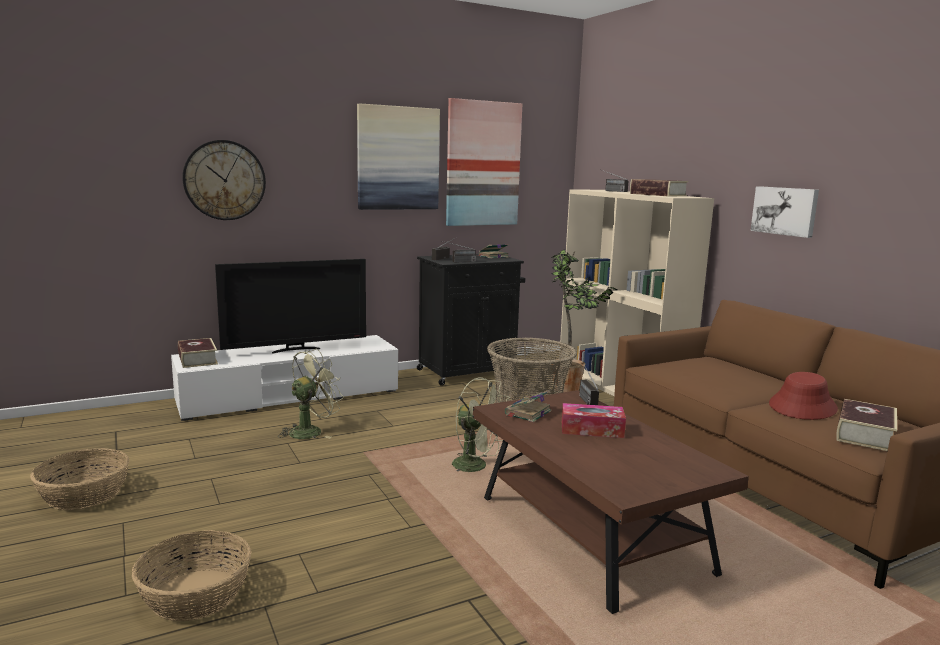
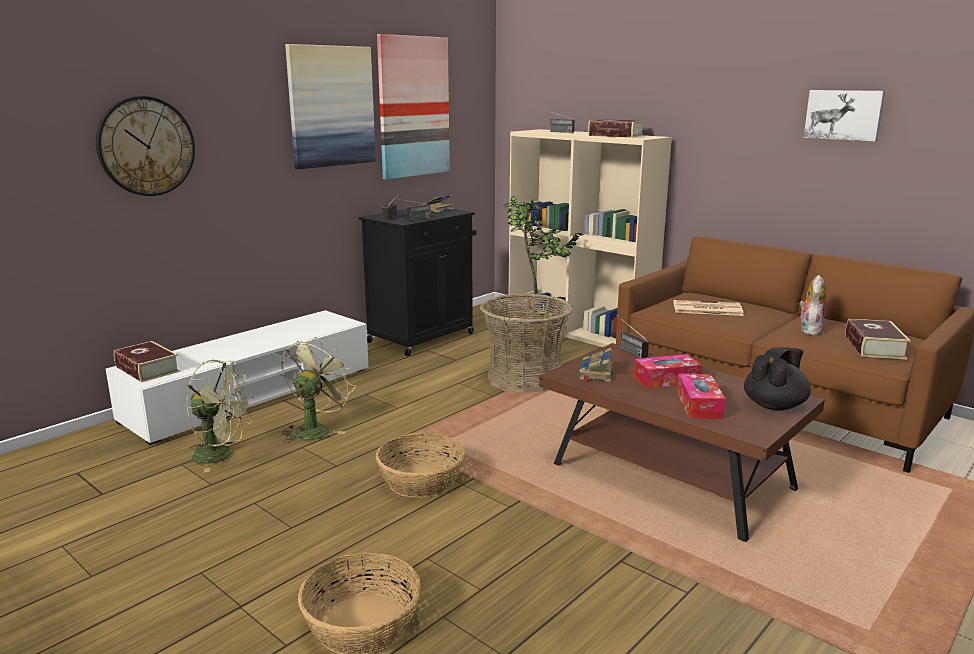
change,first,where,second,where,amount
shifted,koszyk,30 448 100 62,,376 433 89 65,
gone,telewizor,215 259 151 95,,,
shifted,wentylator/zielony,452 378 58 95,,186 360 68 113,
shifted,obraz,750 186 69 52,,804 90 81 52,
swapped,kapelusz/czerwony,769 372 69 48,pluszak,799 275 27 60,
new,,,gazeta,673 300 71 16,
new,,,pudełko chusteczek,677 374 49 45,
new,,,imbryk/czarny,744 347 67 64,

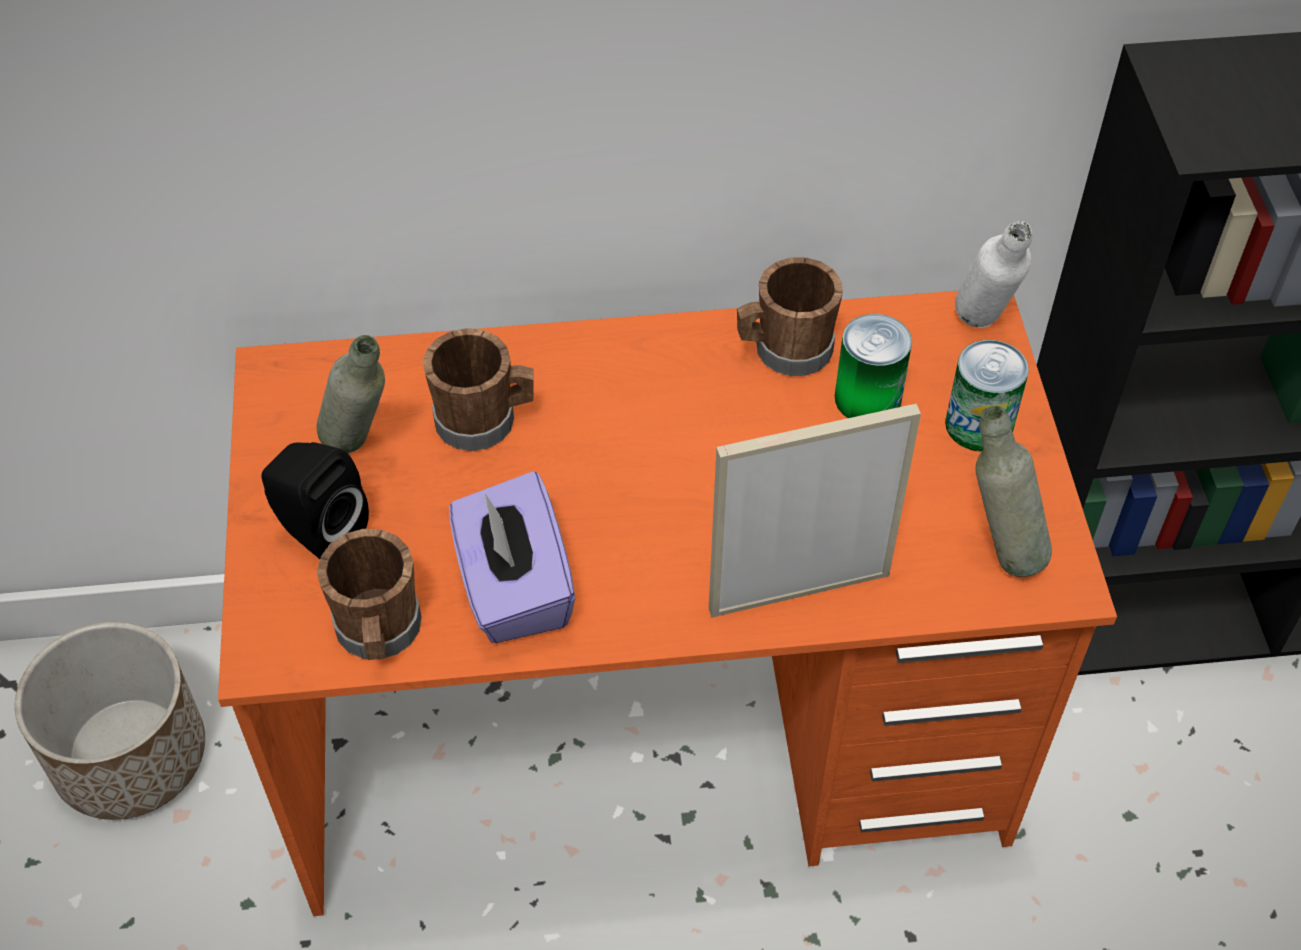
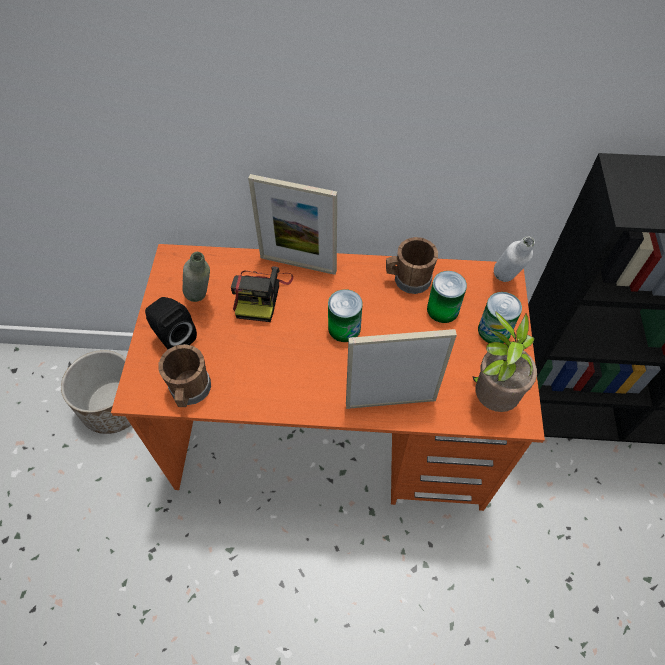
change,first,where,second,where,amount
swapped,kubek/brązowy,423 328 111 123,aparat fotograficzny,231 266 62 56,
gone,pudełko chusteczek/fioletowy,449 471 126 172,,,
swapped,butelka/szary,975 406 77 171,roślina doniczkowa,472 312 65 100,
new,,,ramka na zdjęcie,248 174 89 101,
new,,,puszka,328 289 34 53,

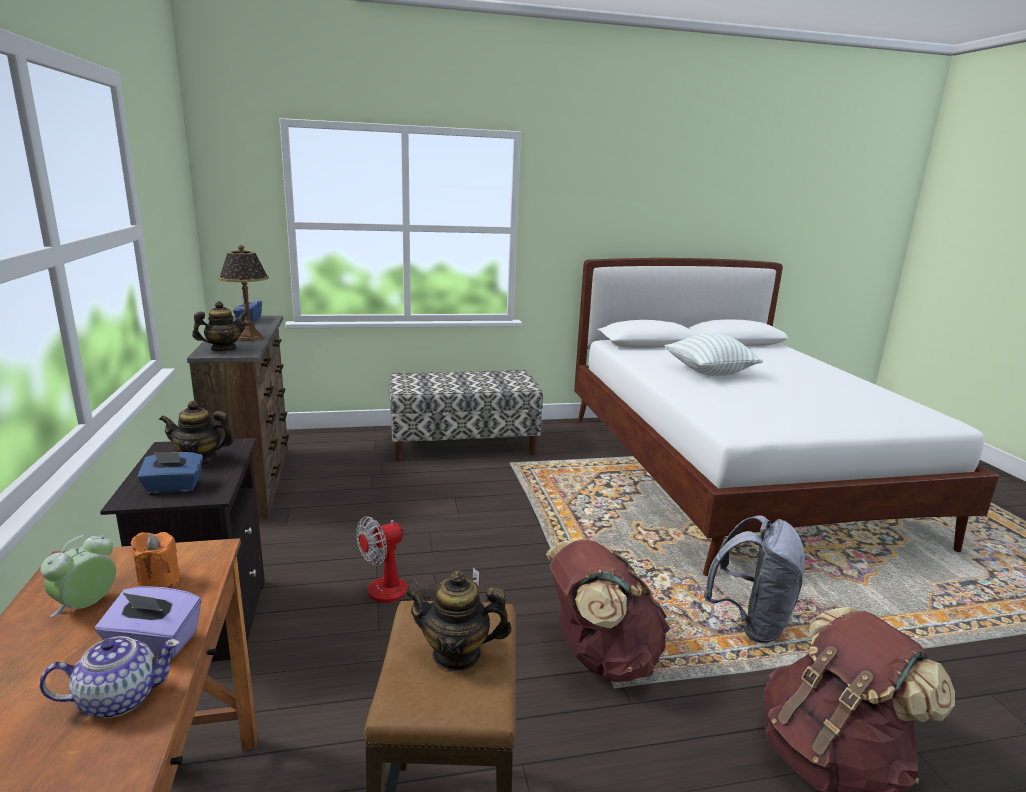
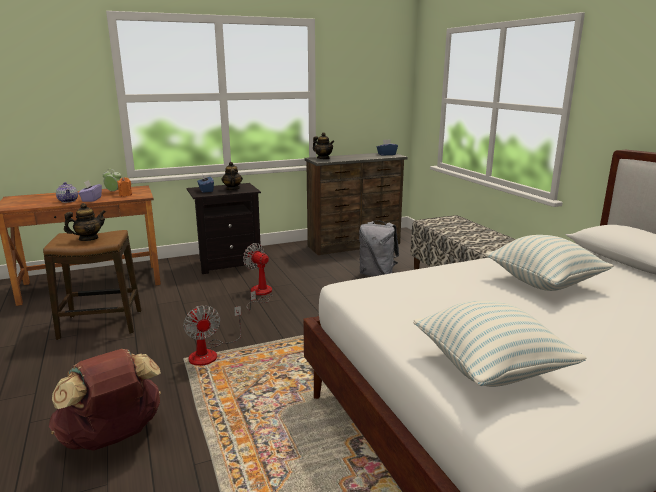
change,first,where,second,where,amount
gone,lampa stołowa,218 245 51 96,,,
rotated,imbryk,405 571 107 100,,64 203 42 38,60 degrees clockwise
swapped,plecak/brązowy,546 540 124 142,wentylator,183 306 58 60,
shifted,plecak/szary,704 515 103 128,,359 220 40 56,
new,,,poduszka,413 300 174 87,

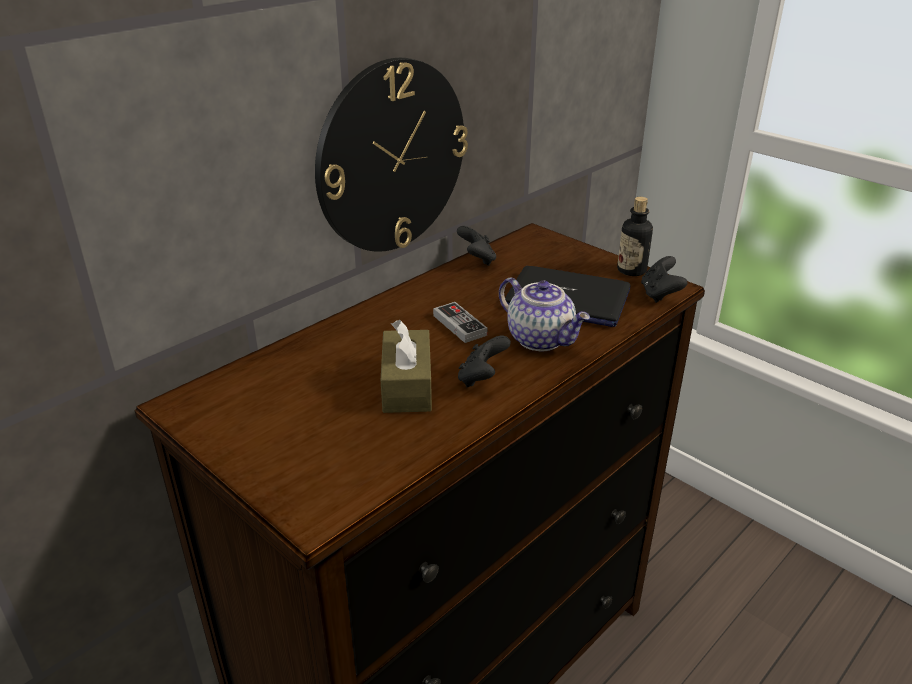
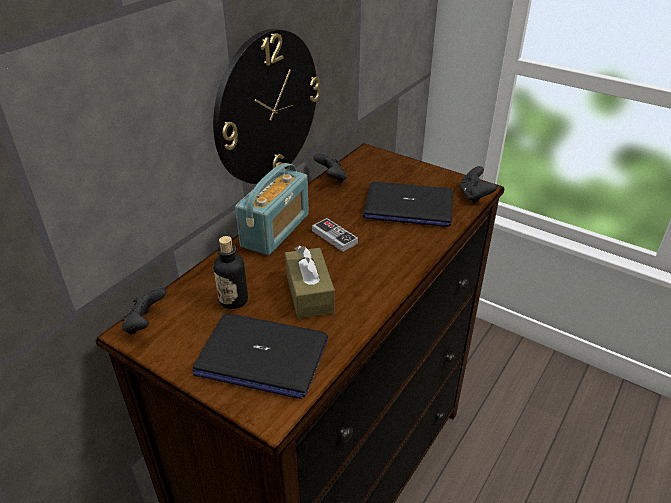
change,first,where,second,where,amount
shifted,pad do gier/czarny,458 336 53 51,,121 286 46 49,
gone,imbryk,499 277 91 74,,,
shifted,butelka,617 197 36 79,,213 236 35 73,
new,,,laptop,192 313 136 86,
new,,,radio,235 163 74 92,

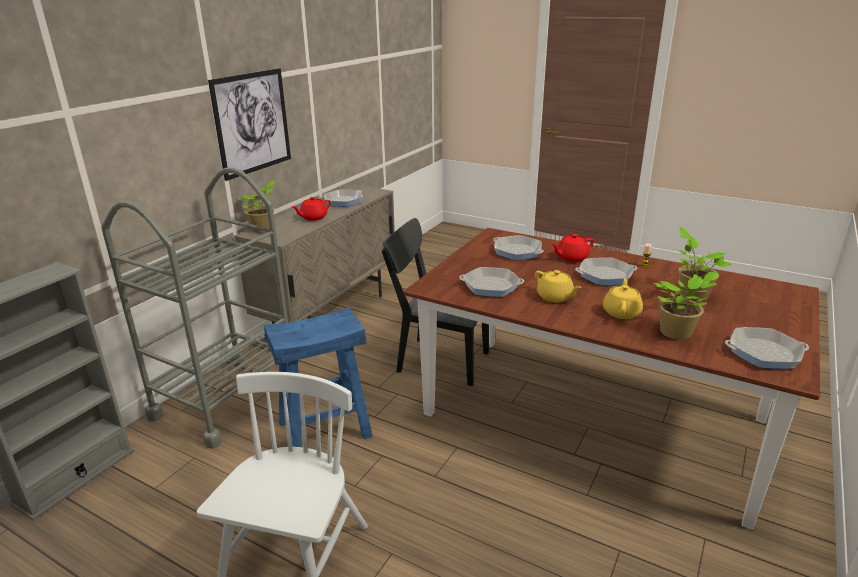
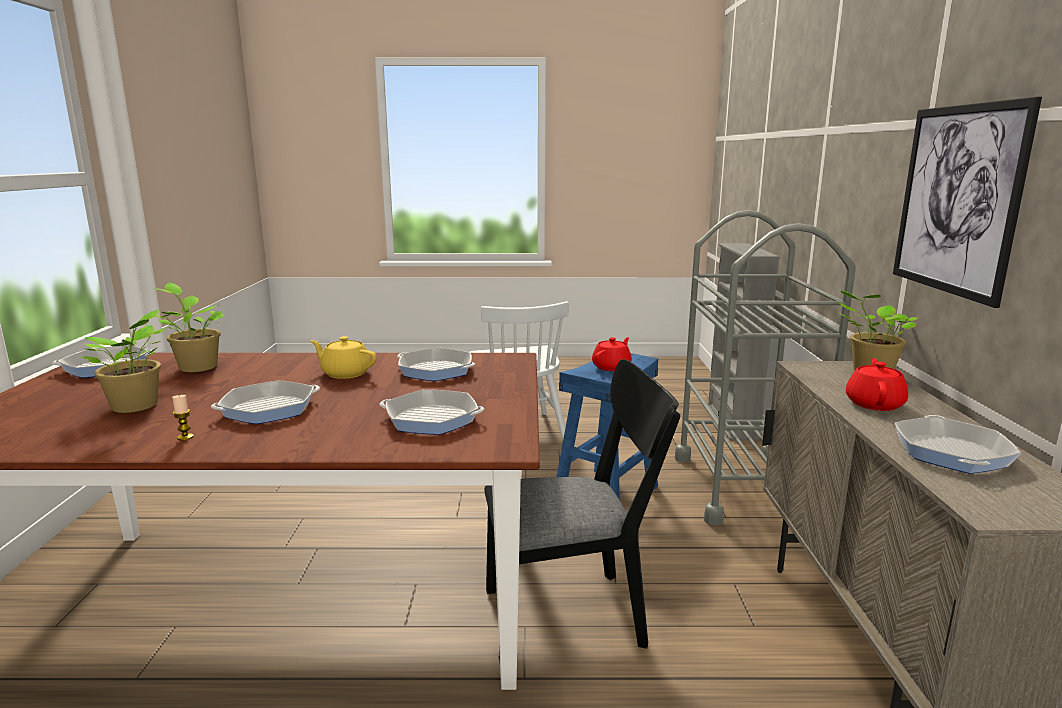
change,first,where,second,where,amount
rotated,patelnia,459 267 65 30,,397 348 78 33,45 degrees clockwise
shifted,imbryk/czerwony,551 234 43 28,,592 337 40 34,
gone,imbryk/żółty,603 278 40 41,,,

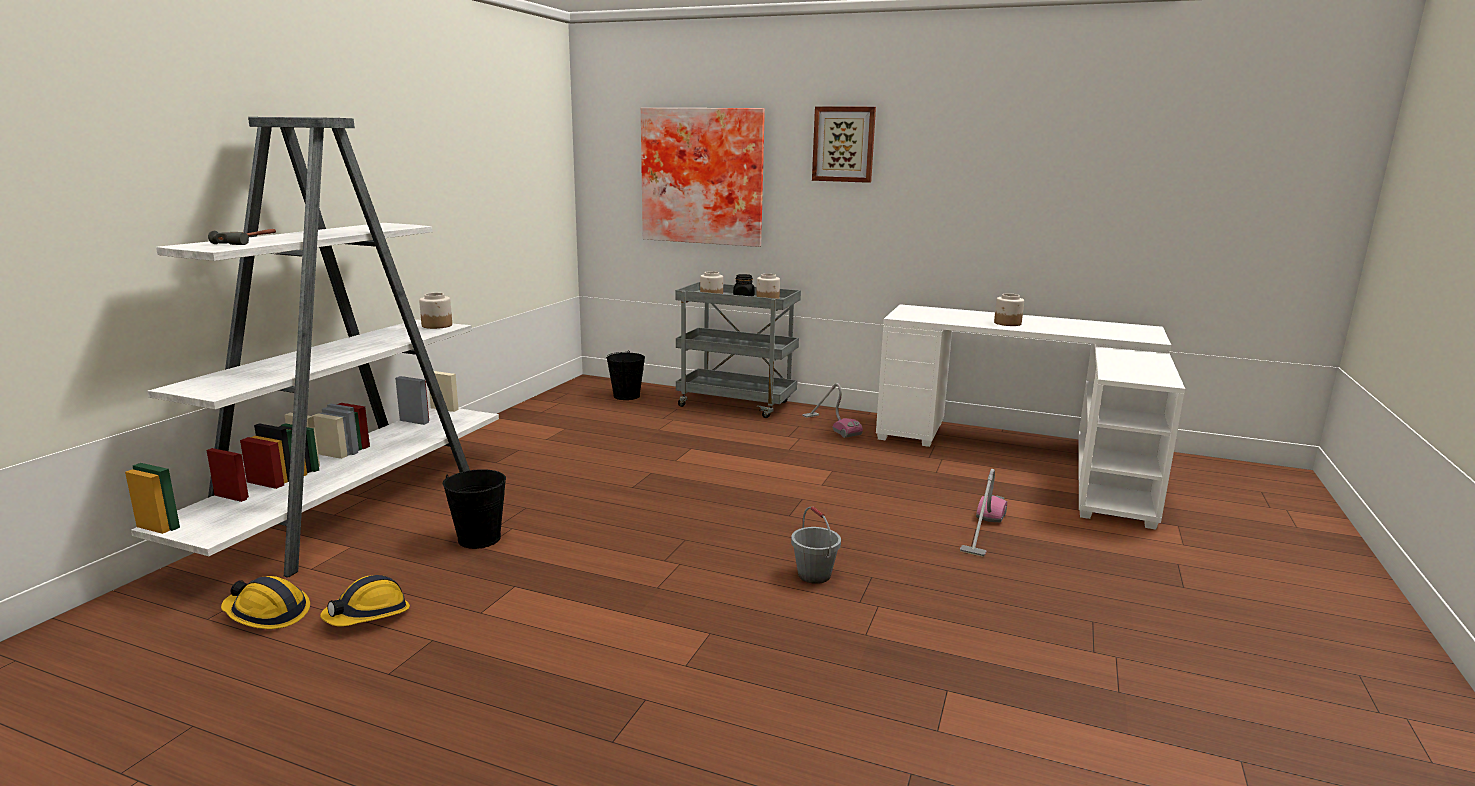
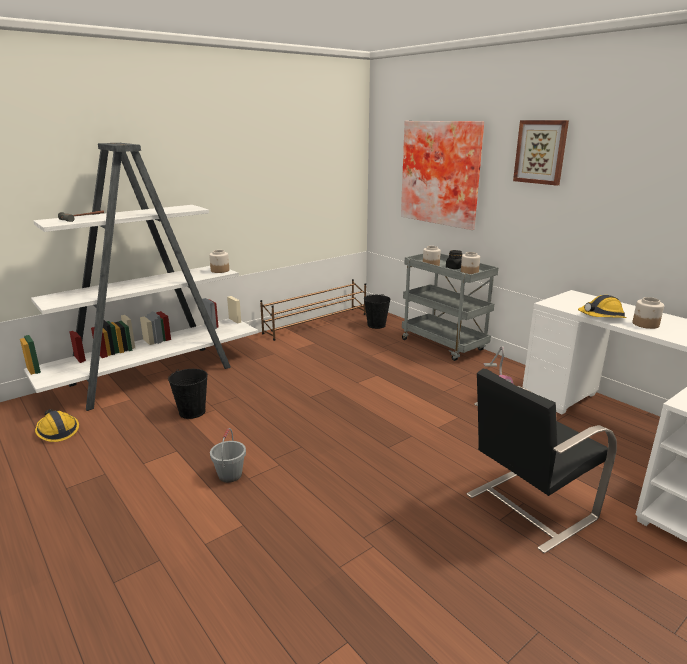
change,first,where,second,where,amount
shifted,kask,320 575 90 52,,578 295 49 23,
shifted,wiadro/szary,791 506 50 78,,210 428 36 55,
swapped,odkurzacz,960 469 47 88,krzesło/czarny,467 369 150 184,
new,,,regał na buty/brązowy,260 279 106 62,

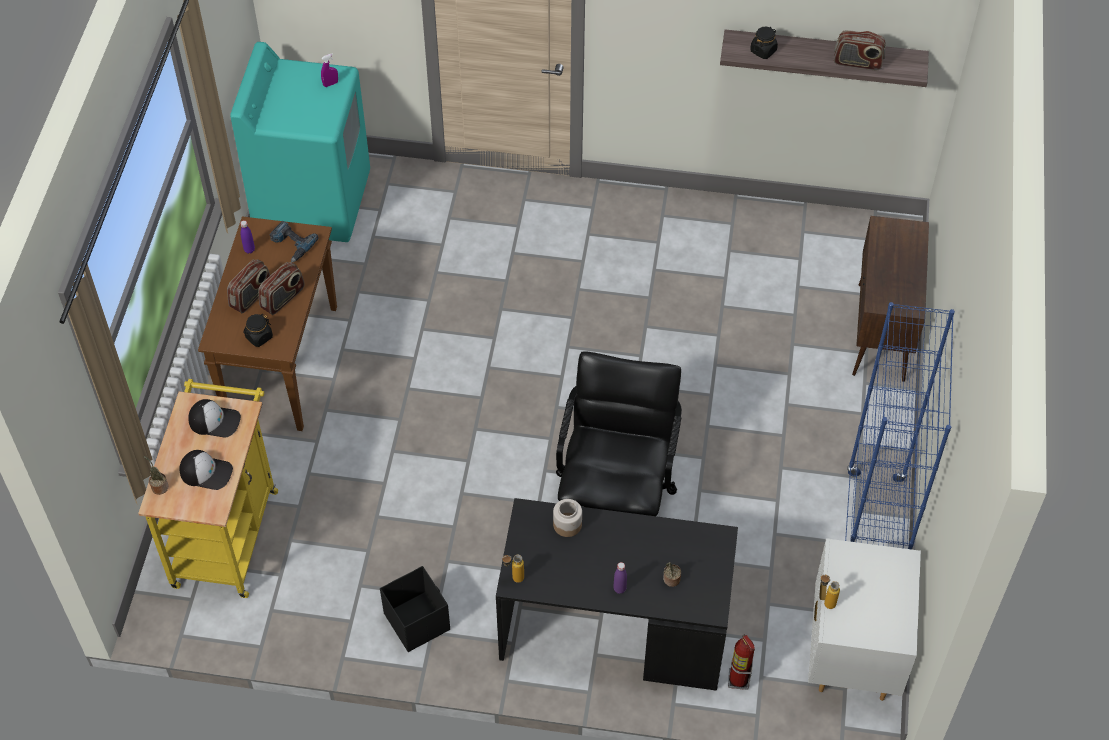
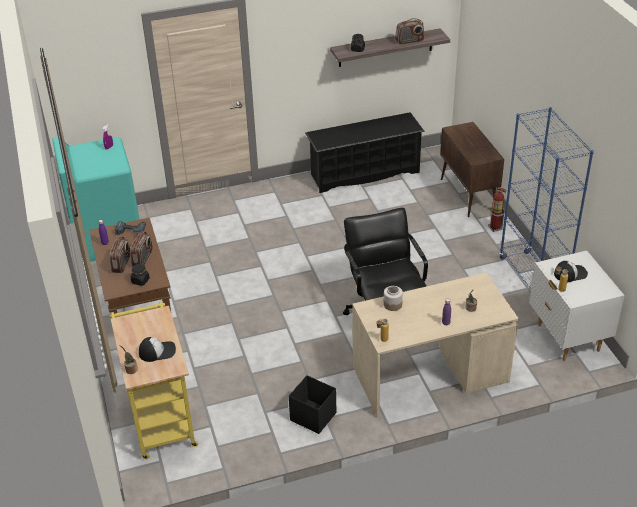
change,first,where,second,where,amount
shifted,czapka z daszkiem,188 399 53 38,,554 261 34 21,
repainted,biurko/czarny,496 498 242 193,biurko/beżowy,353 272 166 144,
shifted,gaśnica,728 634 27 56,,488 187 18 45,
new,,,regał na buty/czarny,305 112 120 81,

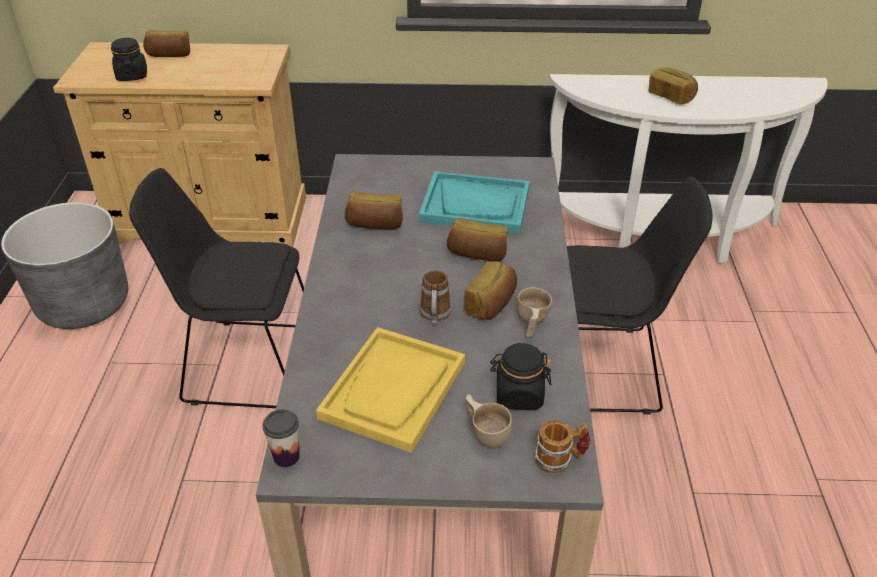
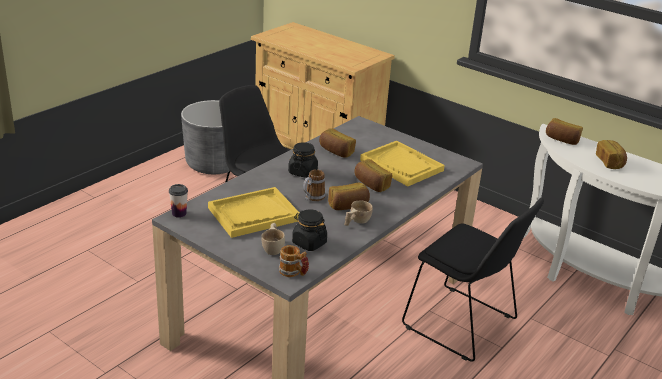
change,first,where,second,where,amount
shifted,słoik/czarny,111 38 36 43,,288 142 30 36,
shifted,chleb,143 30 47 27,,546 118 37 27,
repainted,taca/turkusowy,419 171 111 63,taca/żółty,360 141 85 45,

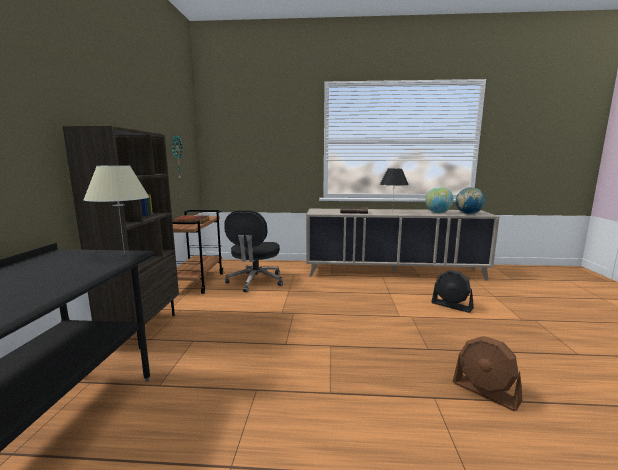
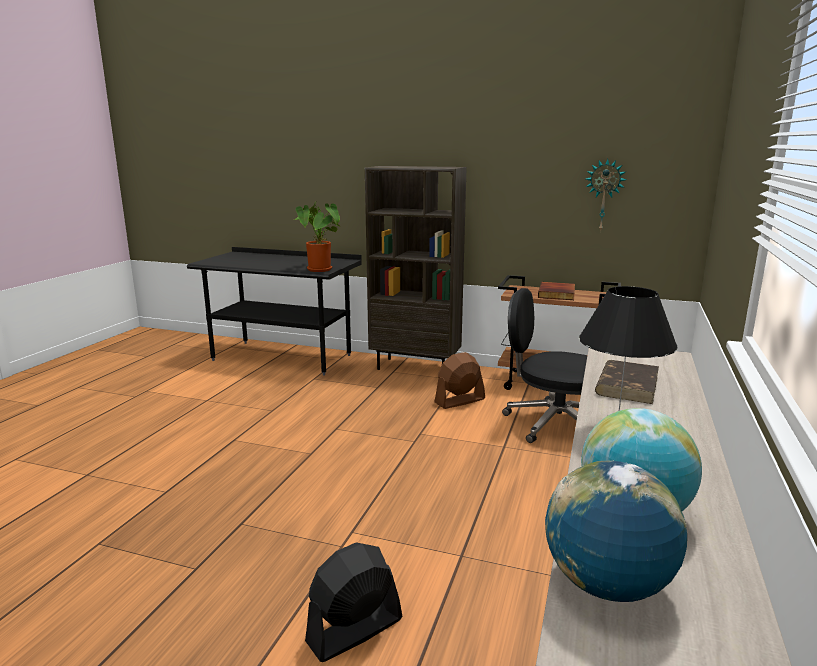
change,first,where,second,where,amount
swapped,lampa stołowa/beżowy,83 165 66 90,roślina doniczkowa,295 200 46 72,
shifted,wentylator/brązowy,453 336 69 75,,434 352 51 57,

